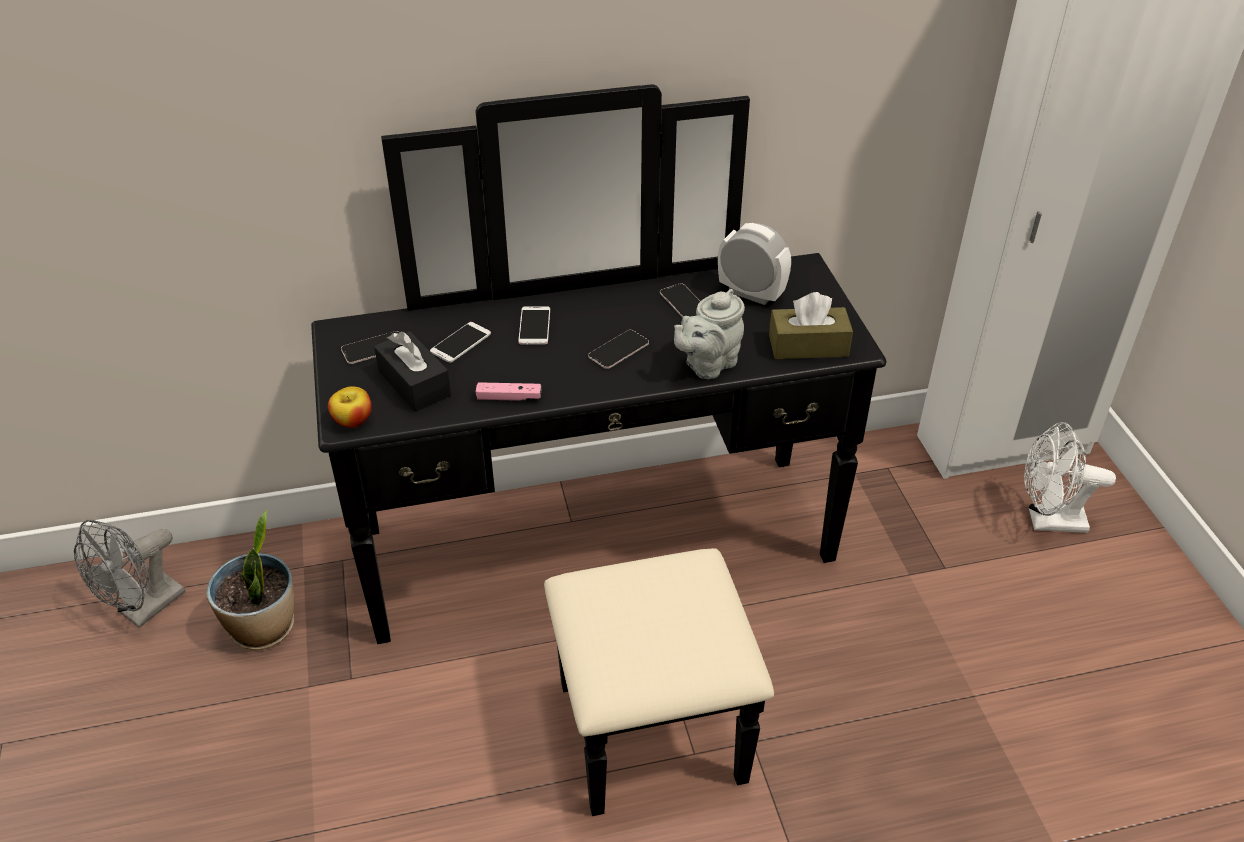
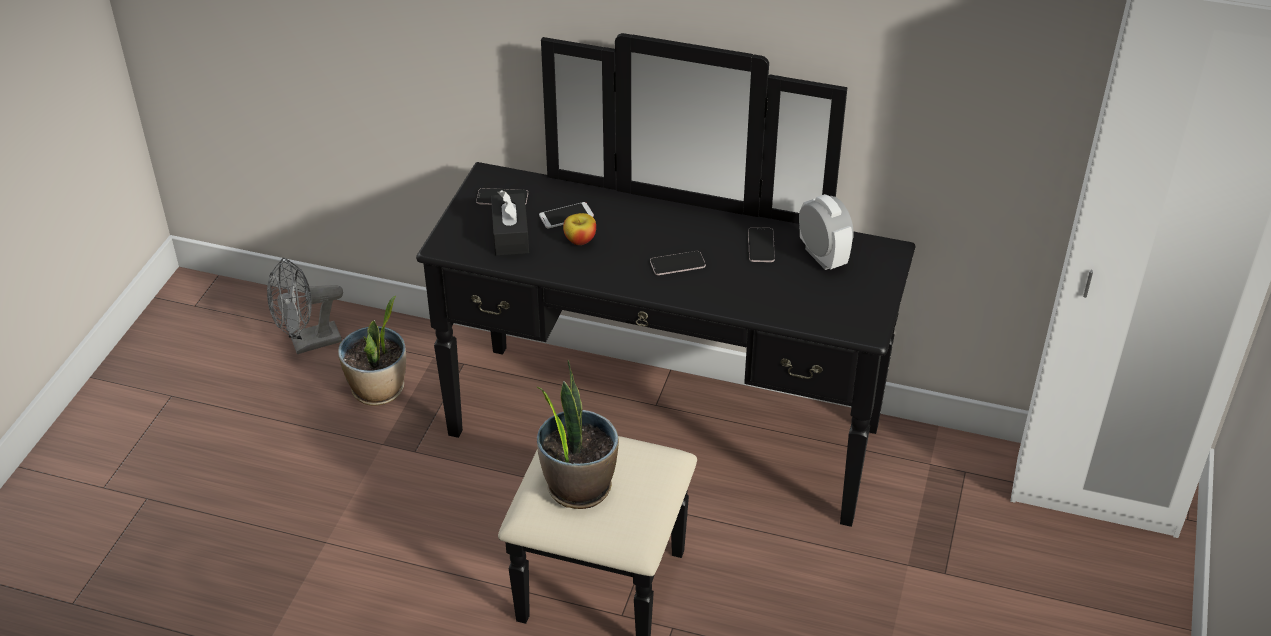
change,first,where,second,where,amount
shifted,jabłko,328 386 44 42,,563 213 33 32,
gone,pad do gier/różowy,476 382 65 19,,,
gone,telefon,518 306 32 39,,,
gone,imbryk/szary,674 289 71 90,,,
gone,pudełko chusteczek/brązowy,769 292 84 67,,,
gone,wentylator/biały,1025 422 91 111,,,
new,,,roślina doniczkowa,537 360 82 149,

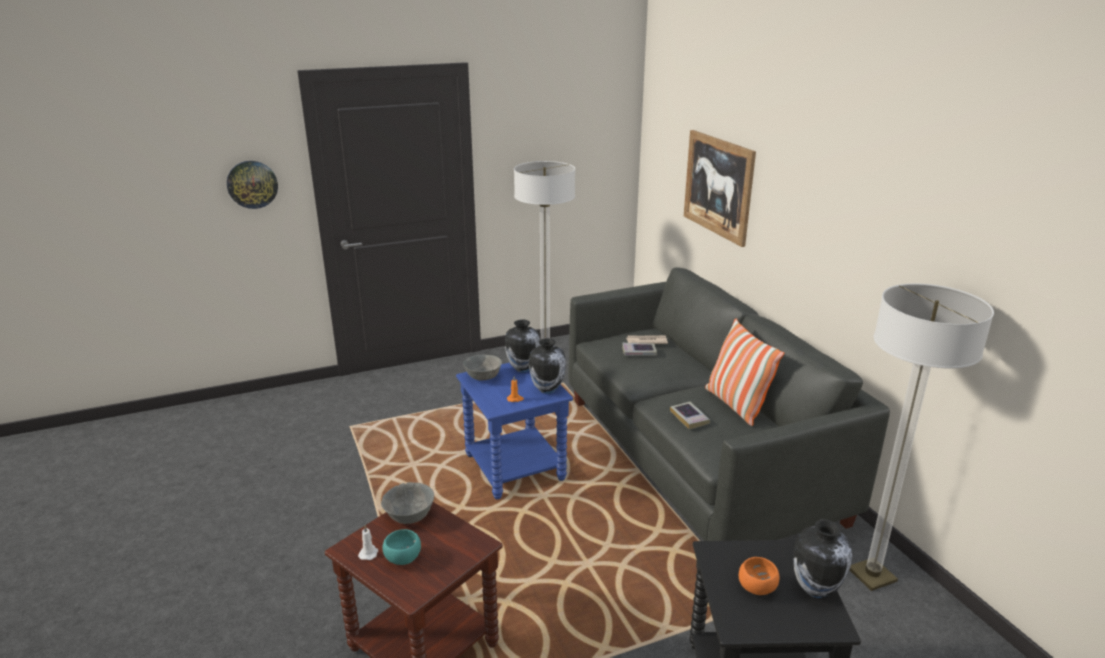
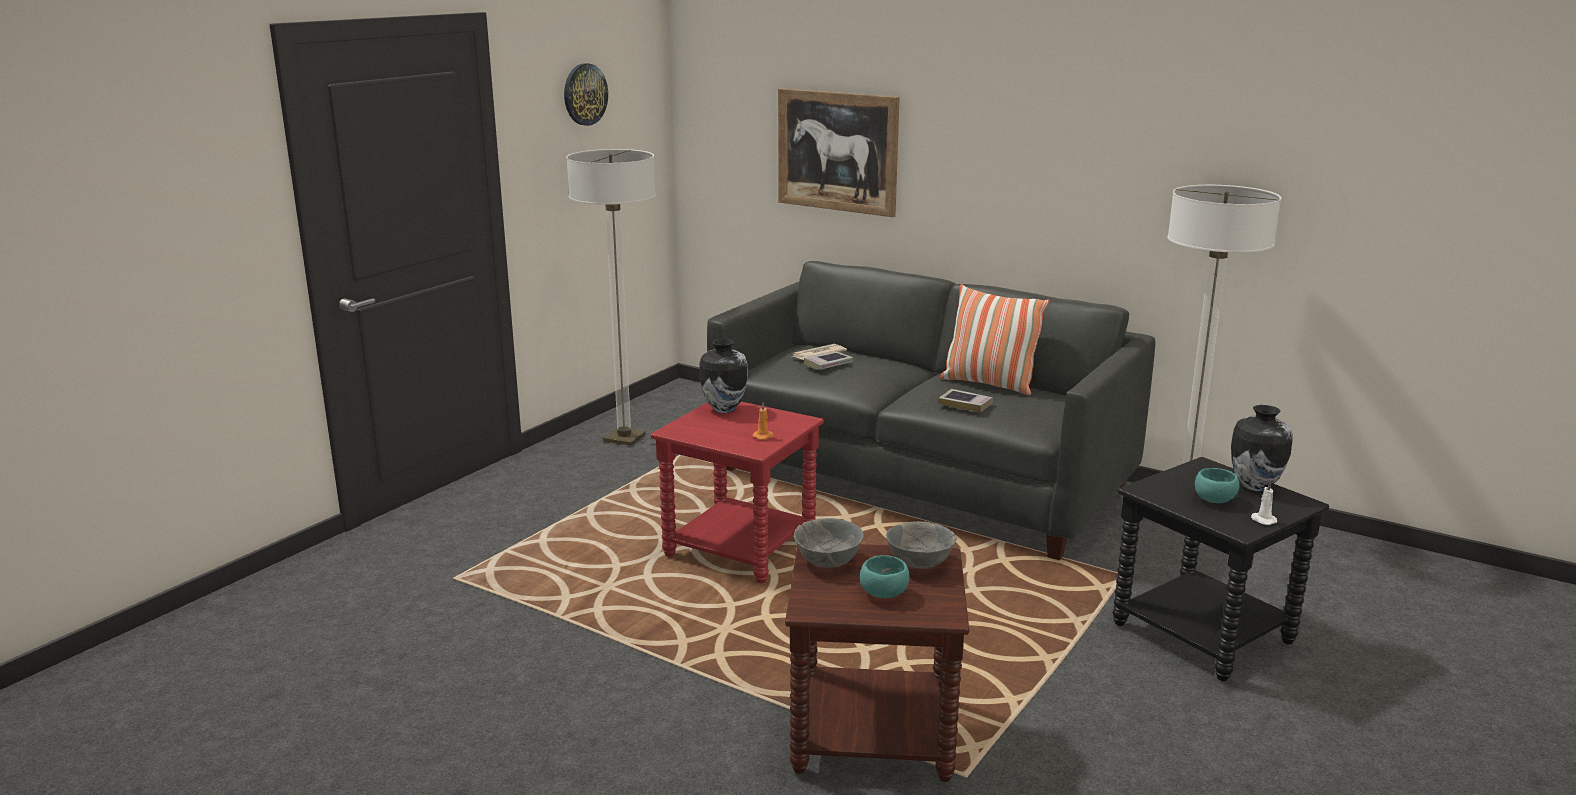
change,first,where,second,where,amount
shifted,zegar ścienny,227 161 51 48,,564 63 44 63,
shifted,świeca/biały,358 526 20 34,,1251 482 26 43,
repainted,stolik/niebieski,456 363 117 136,stolik/czerwony,650 402 174 181,
shifted,miska/szary,463 355 39 25,,886 521 71 48,
gone,wazon,529 338 37 56,,,
repainted,miska/pomarańczowy,739 557 40 38,miska/turkusowy,1195 468 45 35,

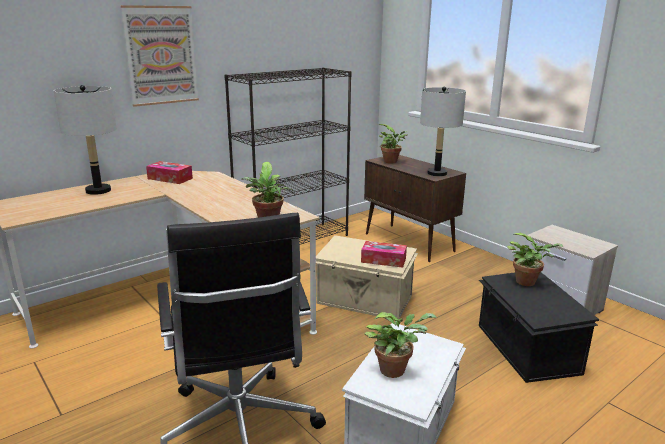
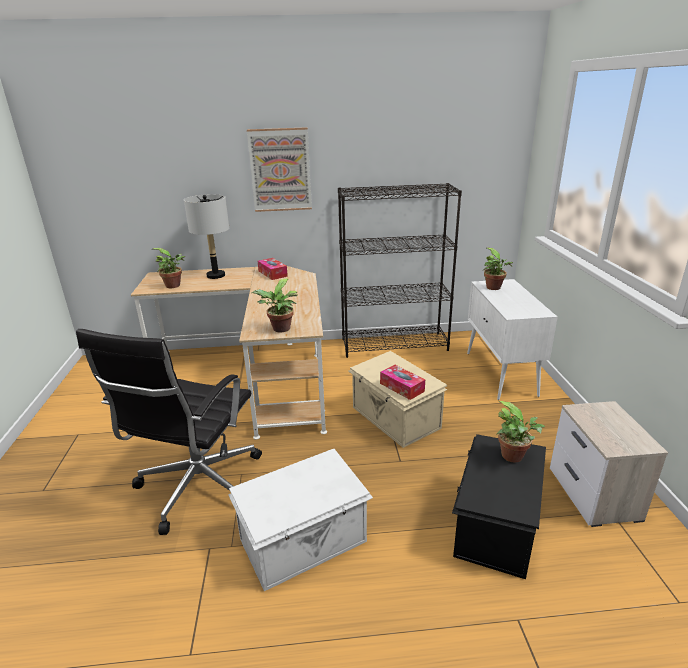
change,first,where,second,where,amount
repainted,szafka/brązowy,364 155 102 107,szafka/biały,467 279 91 121,
shifted,roślina doniczkowa,364 312 73 66,,153 248 32 40,
gone,lampa stołowa/szary,420 87 46 89,,,

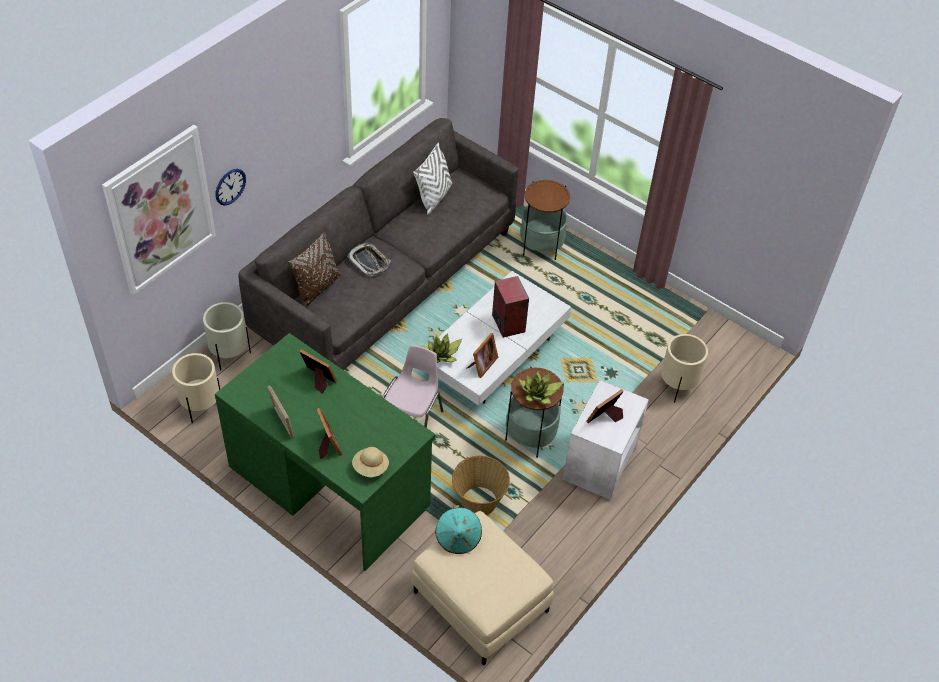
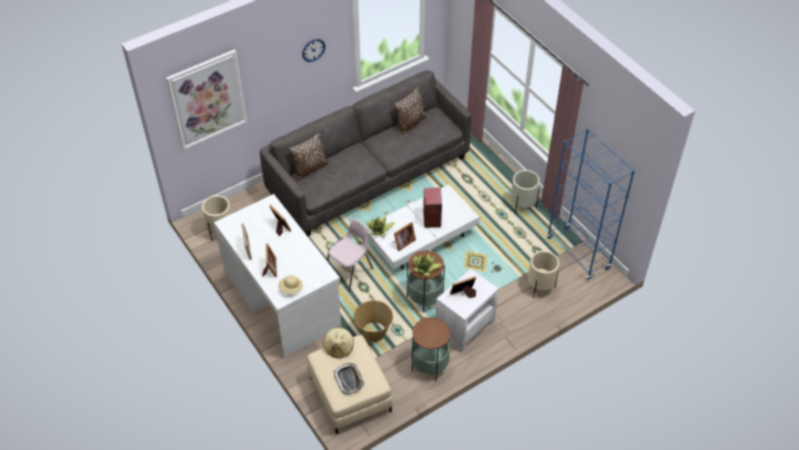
change,first,where,second,where,amount
shifted,donica/beżowy,203 302 48 68,,511 170 29 44,
repainted,biurko/zielony,215 333 220 238,biurko/biały,214 194 127 164,
shifted,zegar ścienny,216 169 30 37,,302 39 23 23,
shifted,taca,347 243 43 33,,334 363 31 32,
repainted,poduszka/biały,413 142 39 73,poduszka/brązowy,393 87 34 48,
repainted,kapelusz/turkusowy,435 505 47 49,kapelusz/beżowy,323 326 31 32,
shifted,stolik,520 180 50 80,,411 317 39 64,
new,,,regał/niebieski,547 128 88 152,

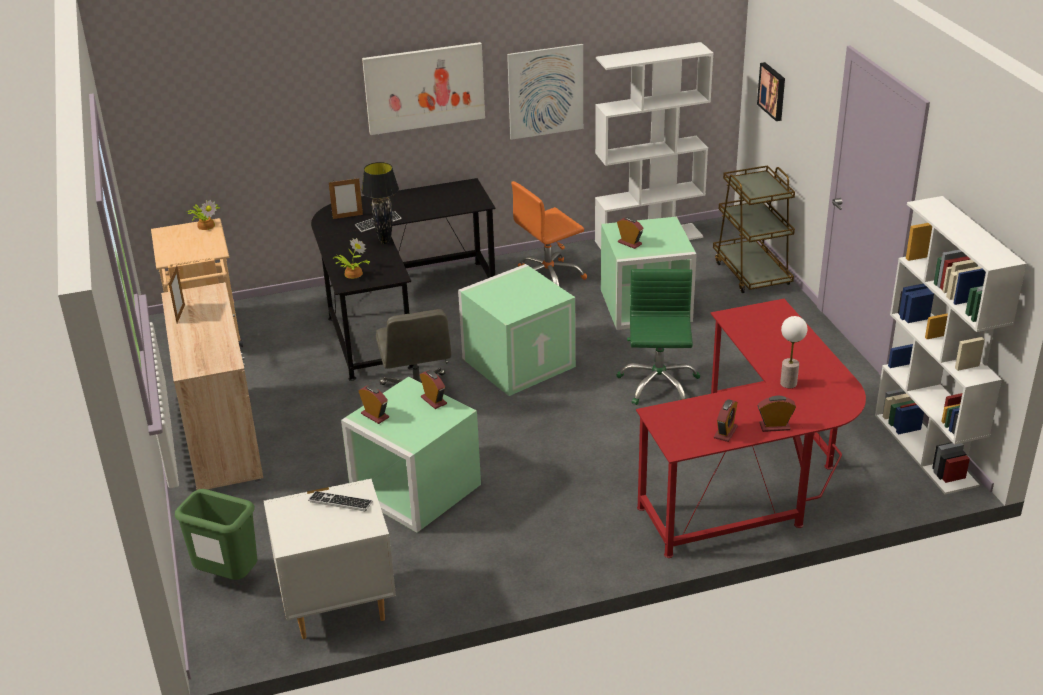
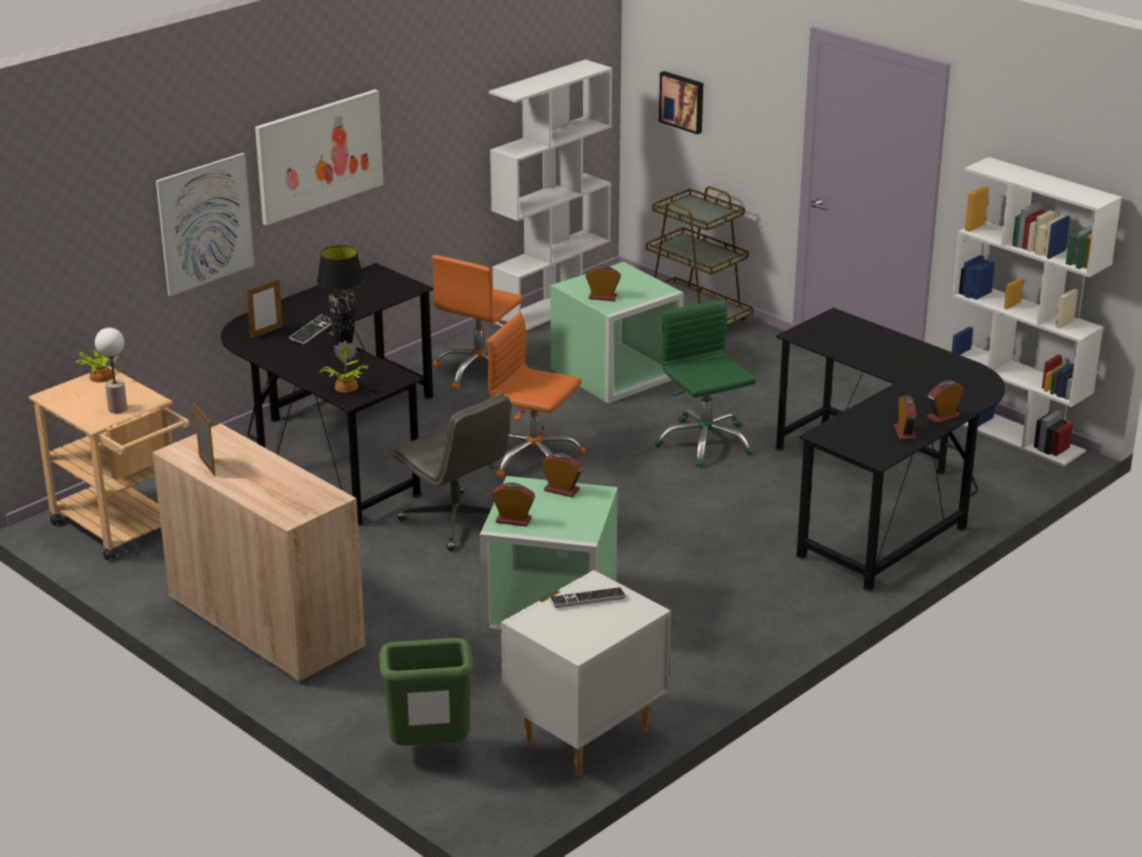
change,first,where,second,where,amount
swapped,pojemnik do przechowywania/zielony,458 264 118 132,krzesło biurowe/pomarańczowy,486 312 100 166,
shifted,obraz,507 44 76 96,,156 153 98 143,
repainted,biurko/czerwony,636 299 230 259,biurko/czarny,775 308 230 284,
shifted,lampa stołowa,780 316 27 72,,95 328 32 85,

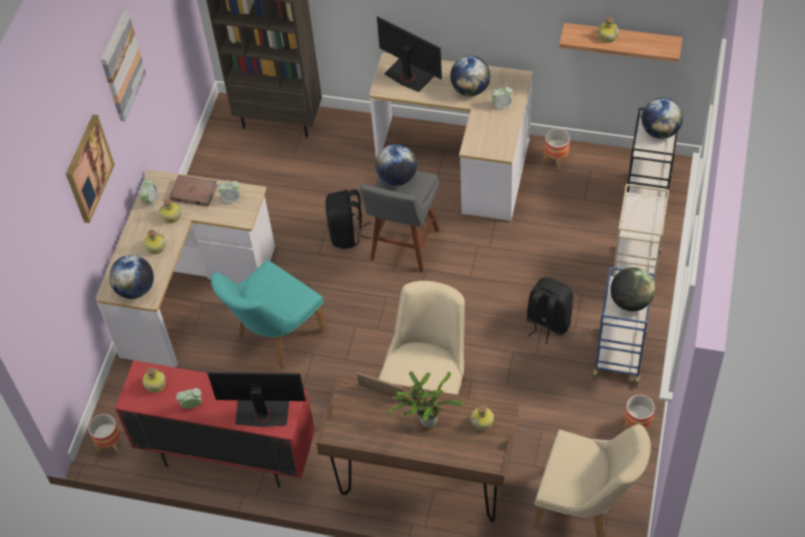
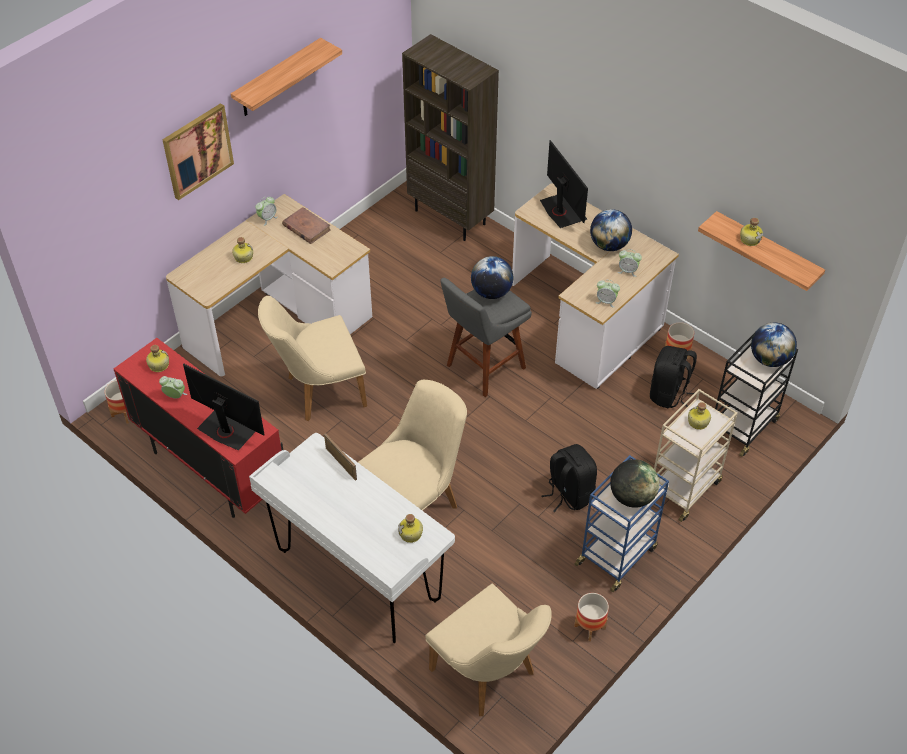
change,first,where,second,where,amount
swapped,obraz,101 10 45 111,półka,231 38 111 78,
gone,globus,109 255 45 44,,,
shifted,butelka,160 199 21 24,,688 402 23 28,
repainted,krzesło/turkusowy,211 260 116 109,krzesło/beżowy,258 296 109 125,
shifted,budzik,217 180 24 25,,596 280 24 28,
repainted,biurko/brązowy,316 376 203 146,biurko/biały,249 433 206 210,
shifted,plecak/czarny,326 189 45 60,,650 346 47 62,
gone,roślina doniczkowa,387 371 77 57,,,

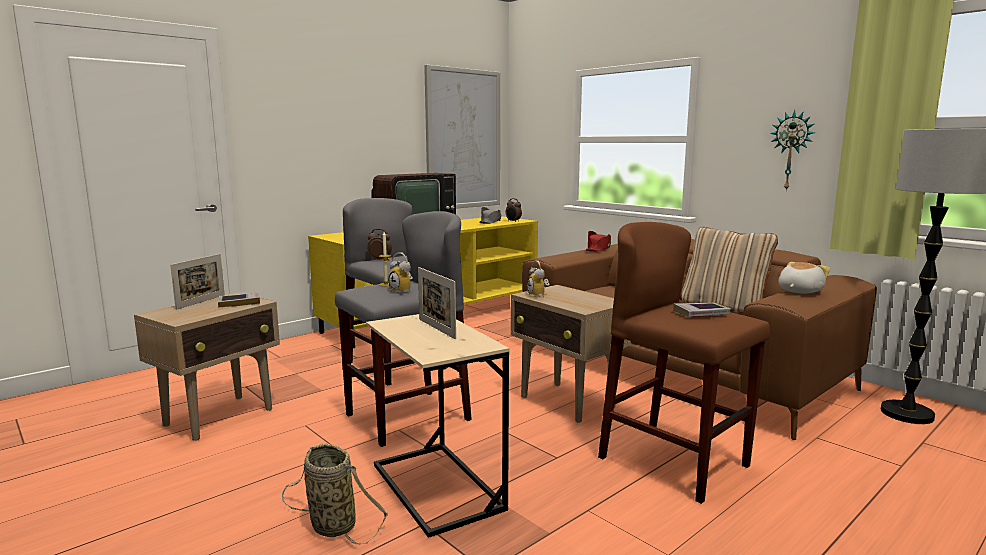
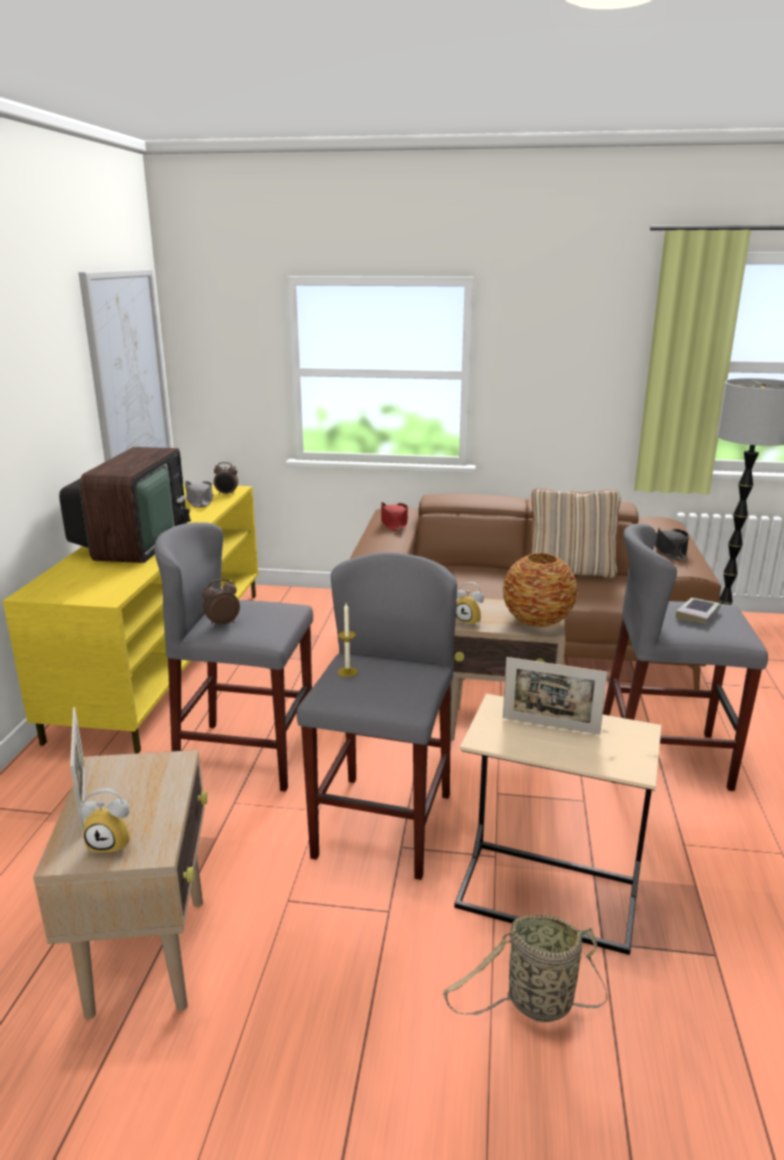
change,first,where,second,where,amount
gone,książka,218 293 42 15,,,
shifted,budzik,388 252 25 42,,80 788 50 66,
repainted,stołek/brązowy,598 222 172 282,stołek/szary,603 524 165 267,
gone,zegar ścienny,770 110 45 81,,,
swapped,pluszak,779 262 51 31,kapelusz/czarny,655 528 34 33,
new,,,wazon,503 553 74 74,

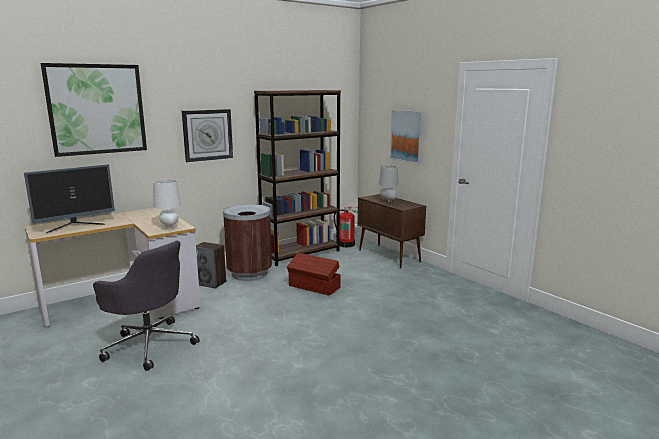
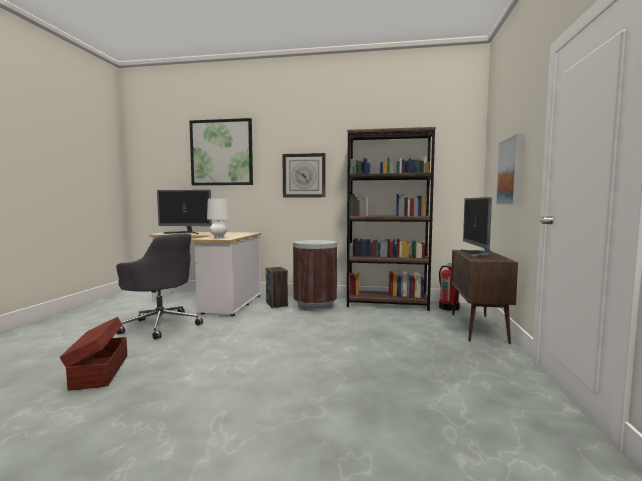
change,first,where,second,where,amount
rotated,krzesło biurowe/szary,93 241 107 130,,116 233 87 107,45 degrees counterclockwise
shifted,pojemnik do przechowywania/brązowy,287 253 54 43,,60 317 67 74,
swapped,lampa stołowa/szary,379 165 19 37,monitor,461 197 33 61,

